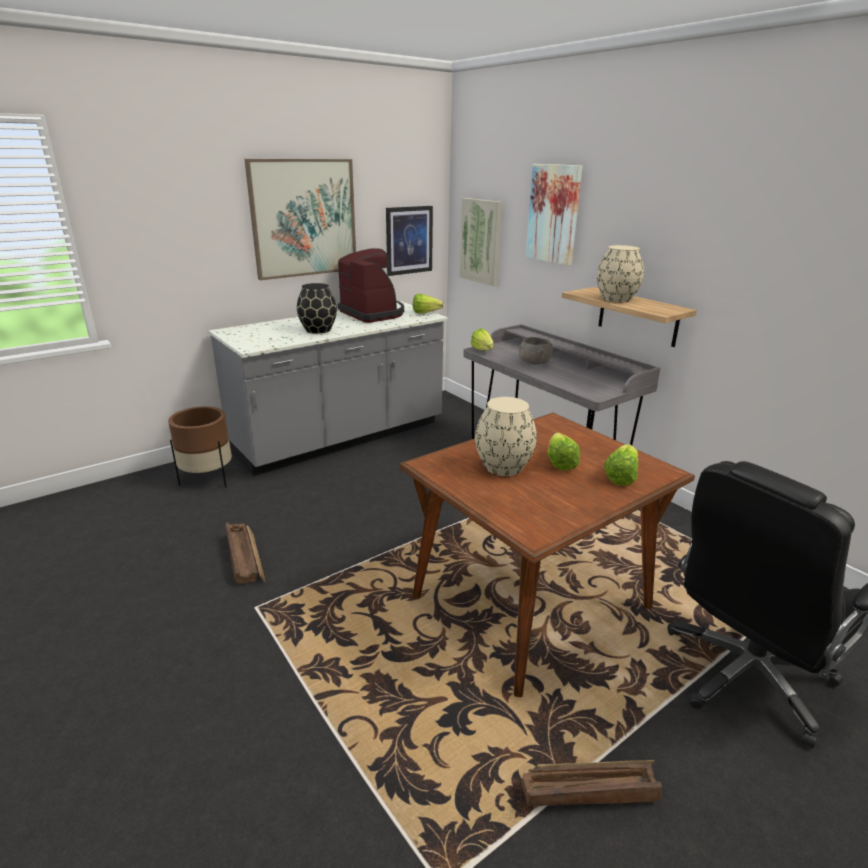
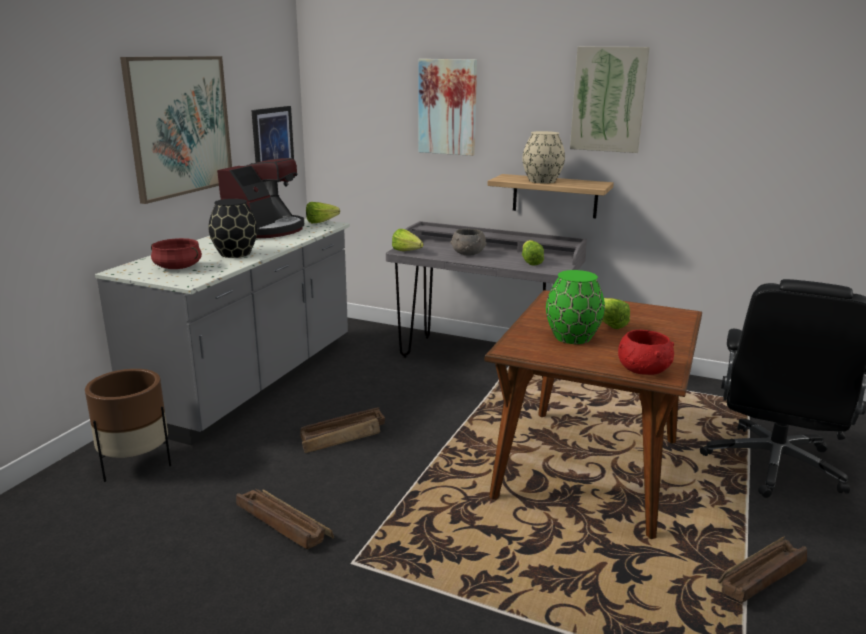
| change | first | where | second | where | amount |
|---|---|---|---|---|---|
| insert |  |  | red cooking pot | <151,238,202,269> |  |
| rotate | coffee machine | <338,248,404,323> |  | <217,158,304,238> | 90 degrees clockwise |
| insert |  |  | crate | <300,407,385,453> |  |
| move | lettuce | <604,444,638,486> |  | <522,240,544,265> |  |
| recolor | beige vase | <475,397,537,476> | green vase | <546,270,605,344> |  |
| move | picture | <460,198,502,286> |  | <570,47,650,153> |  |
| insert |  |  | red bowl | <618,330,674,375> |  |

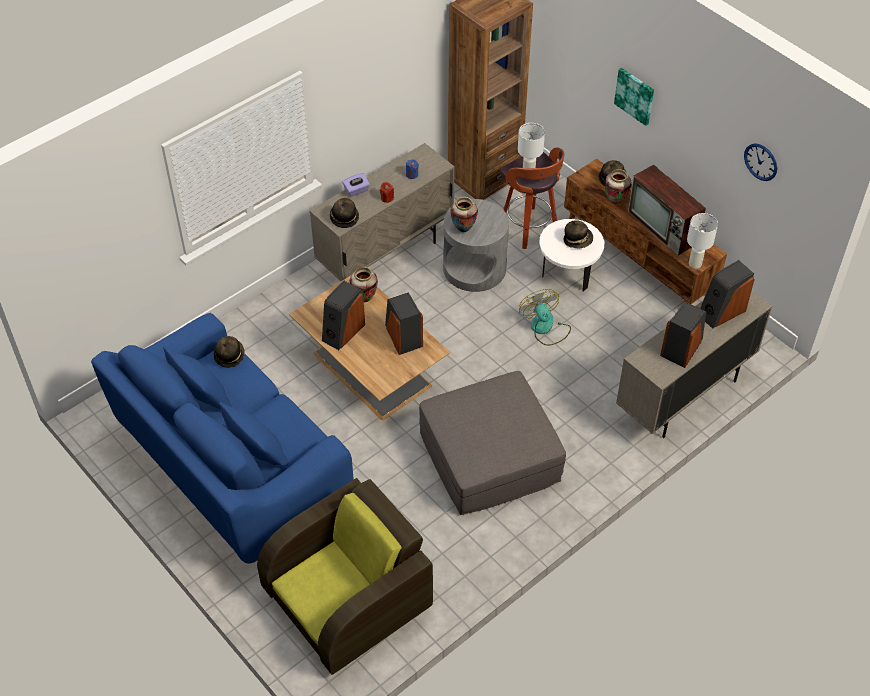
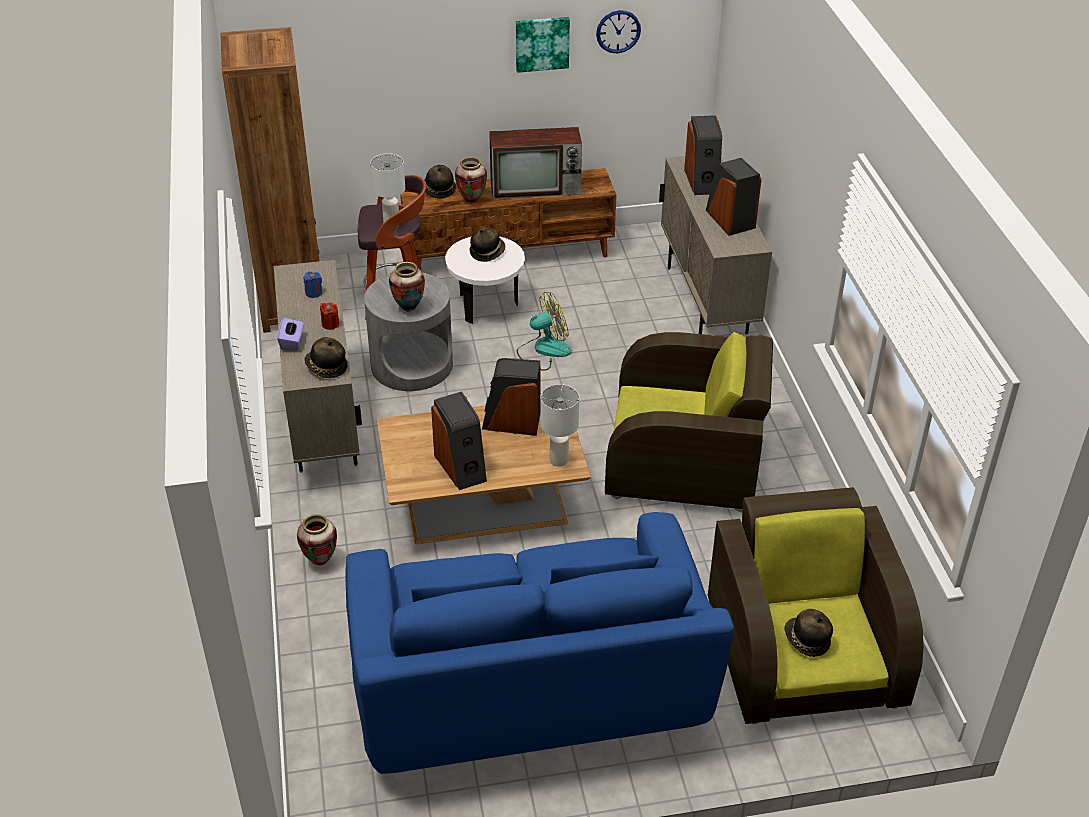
| change | first | where | second | where | amount |
|---|---|---|---|---|---|
| move | vase | <349,267,378,302> |  | <297,514,337,566> |  |
| move | picture | <614,68,654,126> |  | <516,17,570,73> |  |
| rotate | fan | <519,289,571,346> |  | <517,292,572,371> | 150 degrees clockwise |
| move | white table lamp | <687,213,718,269> |  | <540,384,579,466> |  |
| replace | grey ottoman | <419,371,566,515> | brown armchair | <605,332,773,512> |  |
| move | hat | <214,336,245,368> |  | <784,609,833,657> |  |

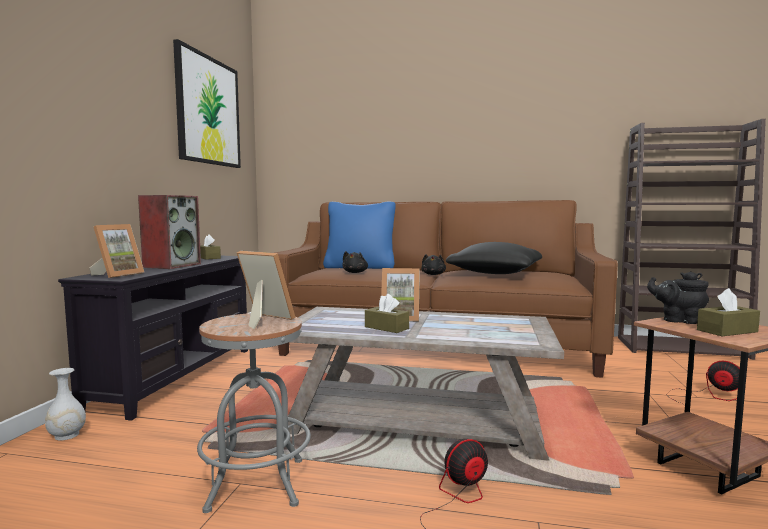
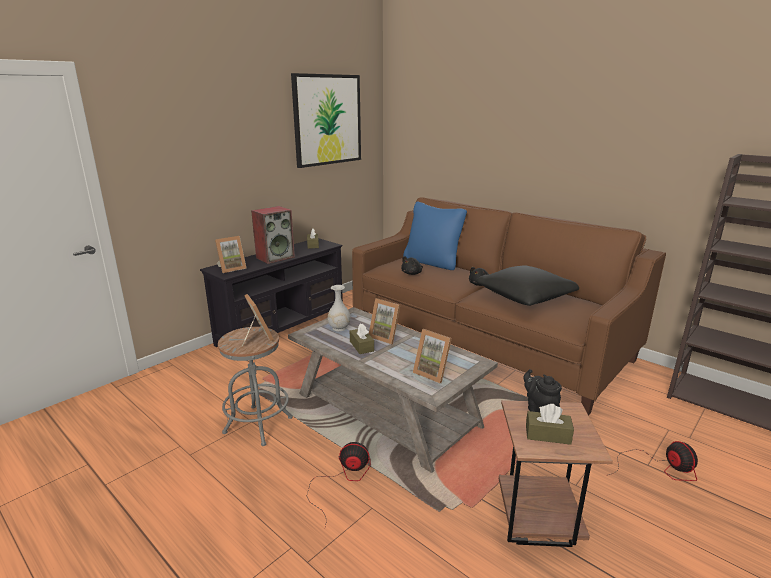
| change | first | where | second | where | amount |
|---|---|---|---|---|---|
| move | white vase | <45,368,86,441> |  | <328,285,350,332> |  |
| insert |  |  | picture frame | <413,329,452,384> |  |

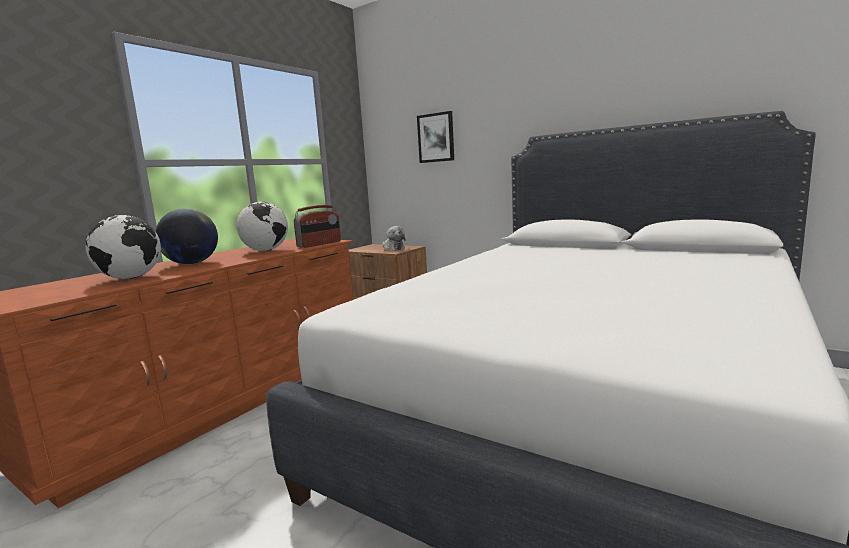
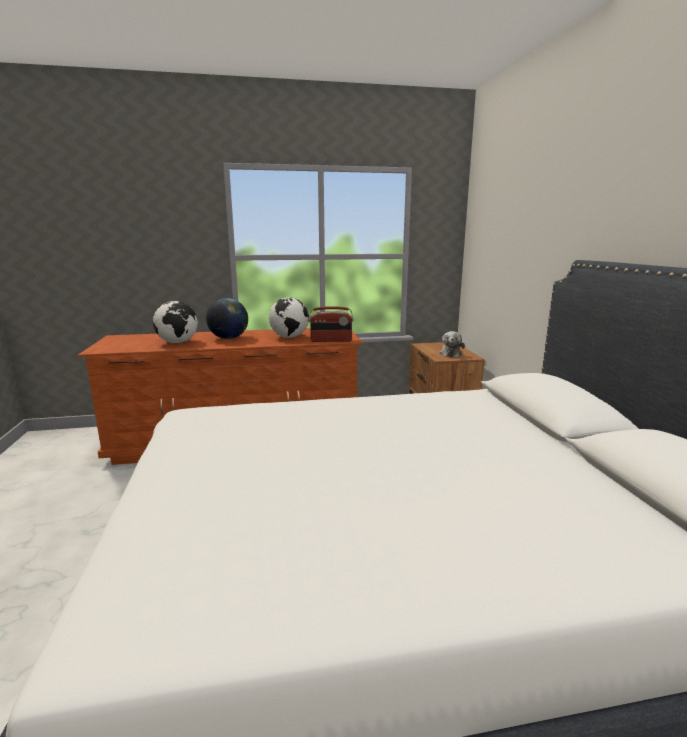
| change | first | where | second | where | amount |
|---|---|---|---|---|---|
| delete | picture | <417,111,454,163> |  |  |  |

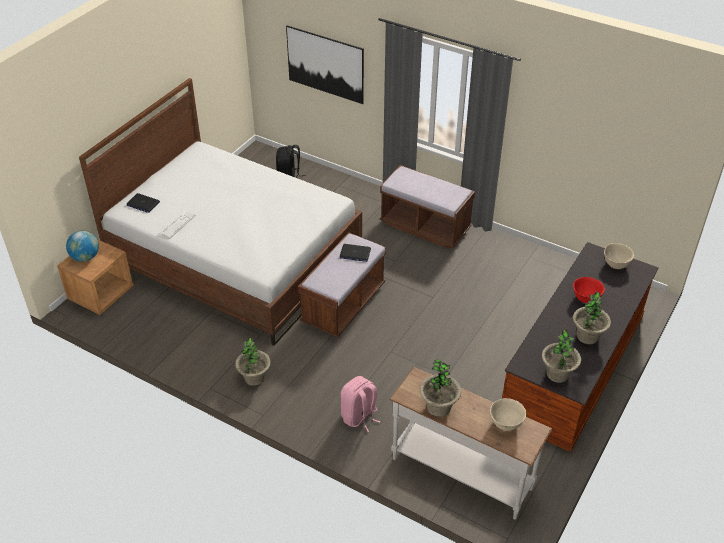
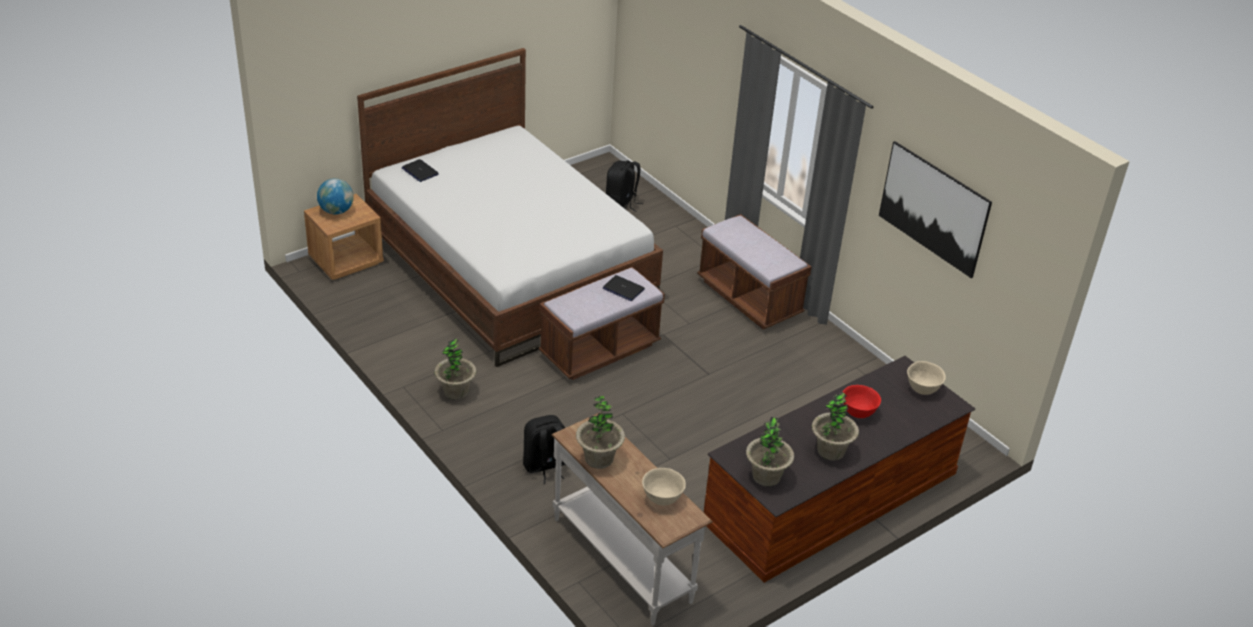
| change | first | where | second | where | amount |
|---|---|---|---|---|---|
| recolor | pink backpack | <340,376,381,432> | black backpack | <523,415,566,484> |  |
| move | picture | <286,25,364,104> |  | <879,141,992,278> |  |
| delete | keyboard | <159,210,196,239> |  |  |  |

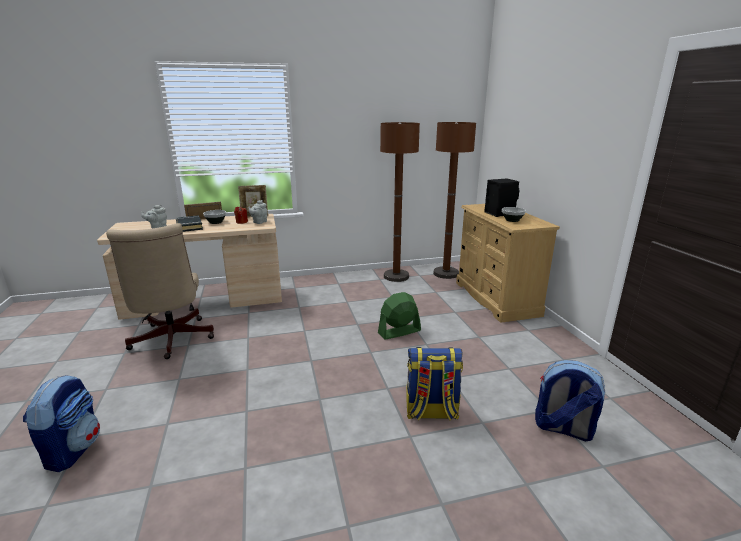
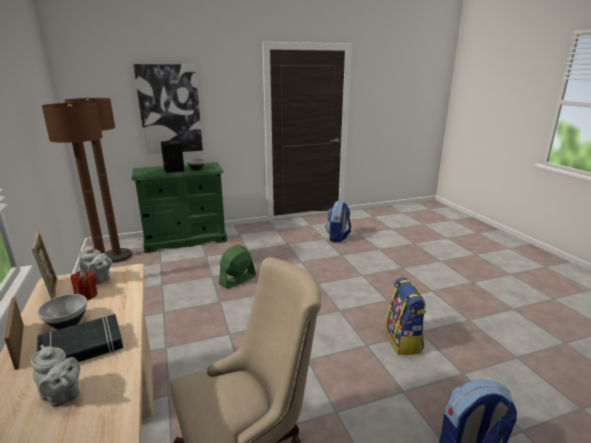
| change | first | where | second | where | amount |
|---|---|---|---|---|---|
| recolor | beige dresser | <456,204,560,323> | green dresser | <132,162,227,253> |  |
| insert |  |  | picture | <133,64,203,154> |  |
| rotate | green fan | <378,292,421,340> |  | <219,245,256,289> | 75 degrees clockwise |
| move | backpack | <406,347,463,421> |  | <386,277,426,355> |  |

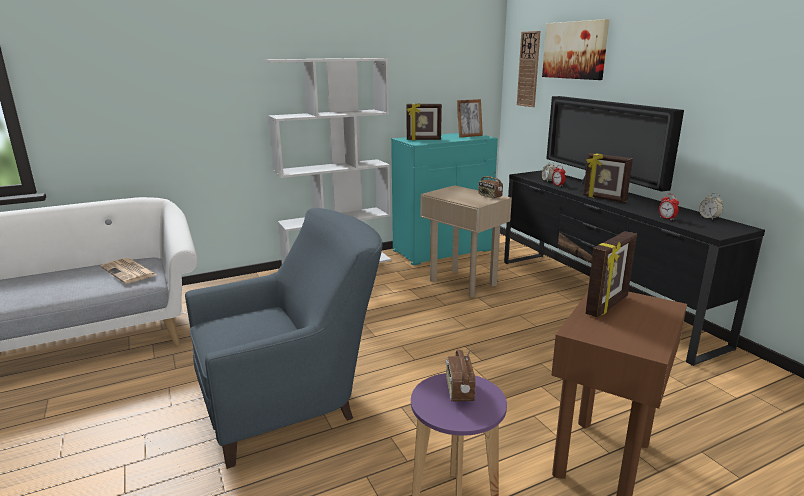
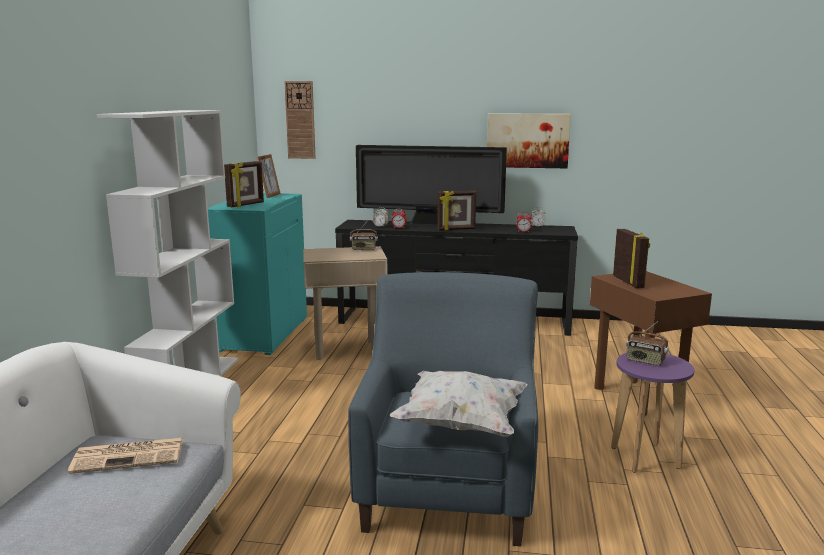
| change | first | where | second | where | amount |
|---|---|---|---|---|---|
| insert |  |  | white pillow | <390,371,527,437> |  |
| move | picture | <542,19,610,80> |  | <487,113,571,168> |  |

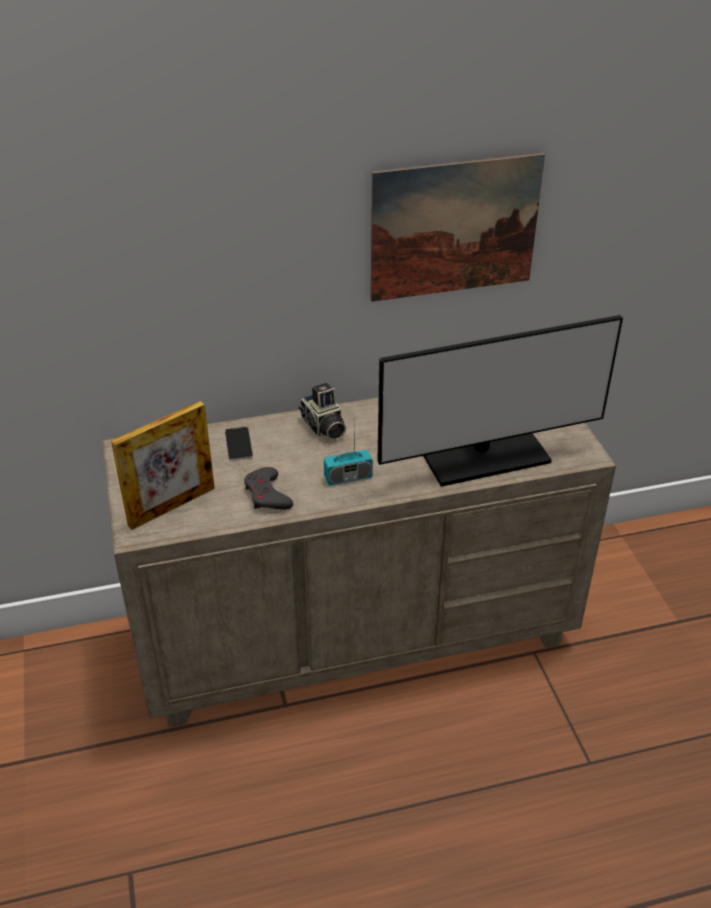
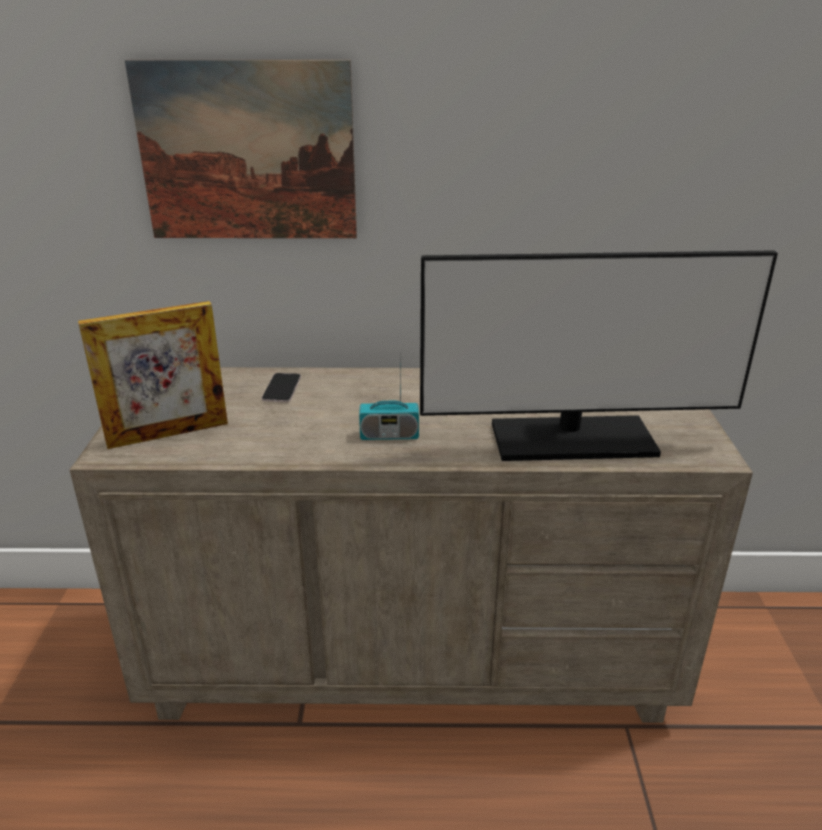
| change | first | where | second | where | amount |
|---|---|---|---|---|---|
| move | picture | <370,153,545,302> |  | <125,60,357,238> |  |
| delete | grey game controller | <244,467,293,510> |  |  |  |
| delete | photo camera | <299,383,346,440> |  |  |  |

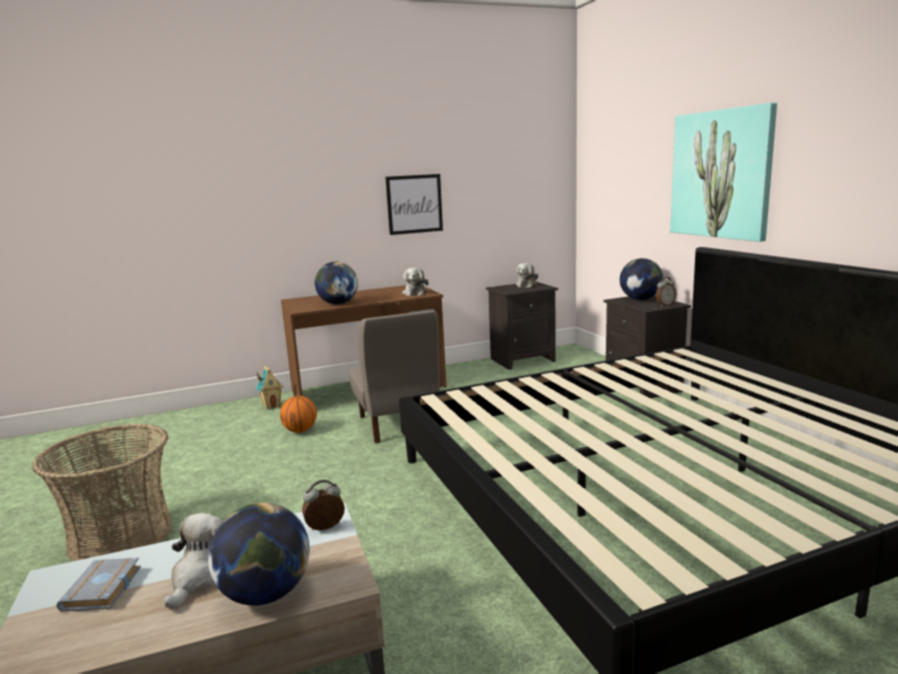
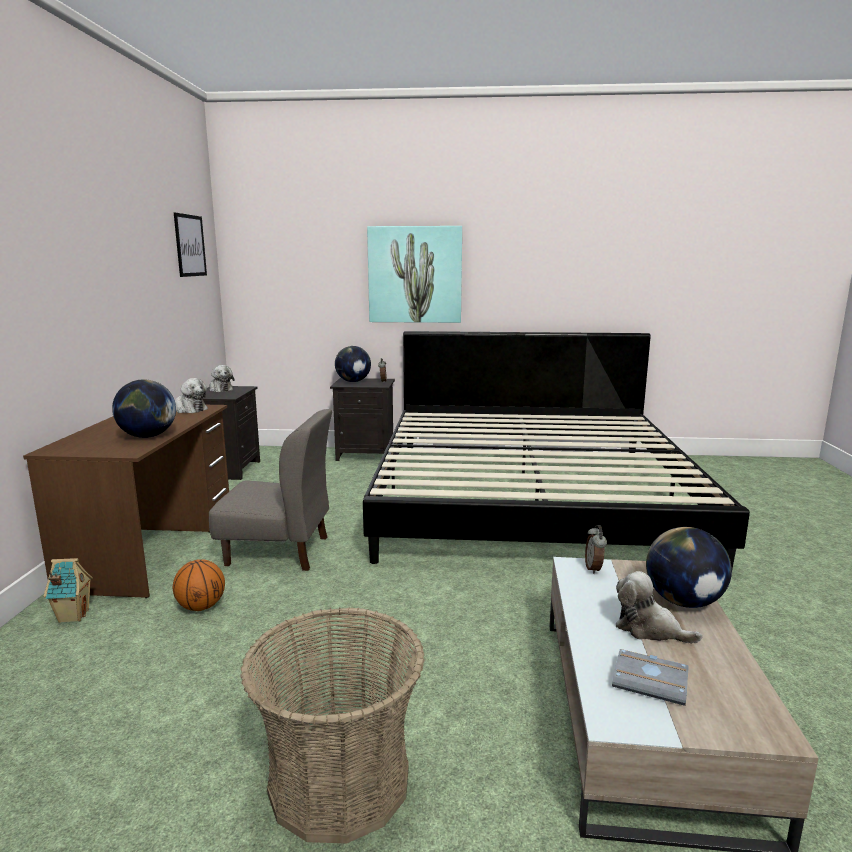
| change | first | where | second | where | amount |
|---|---|---|---|---|---|
| move | picture | <386,174,443,235> |  | <174,213,207,277> |  |

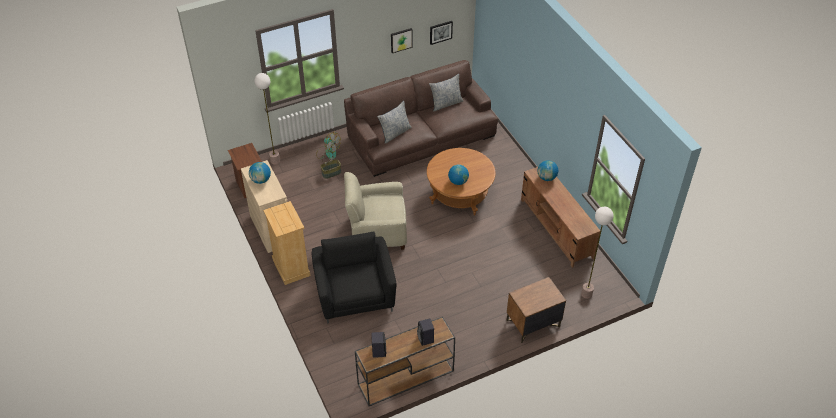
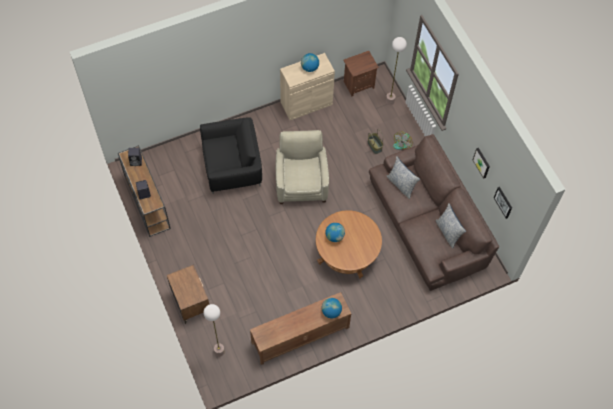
| change | first | where | second | where | amount |
|---|---|---|---|---|---|
| delete | beige dresser | <263,201,310,285> |  |  |  |

